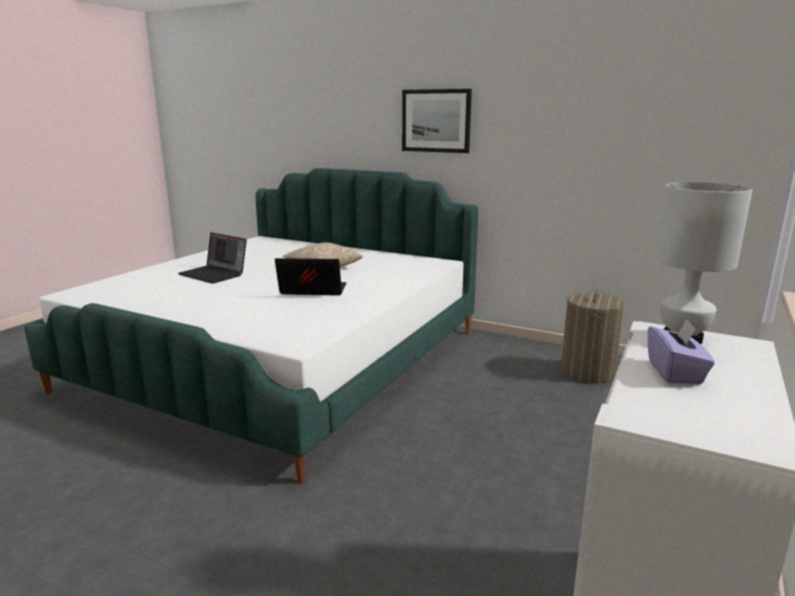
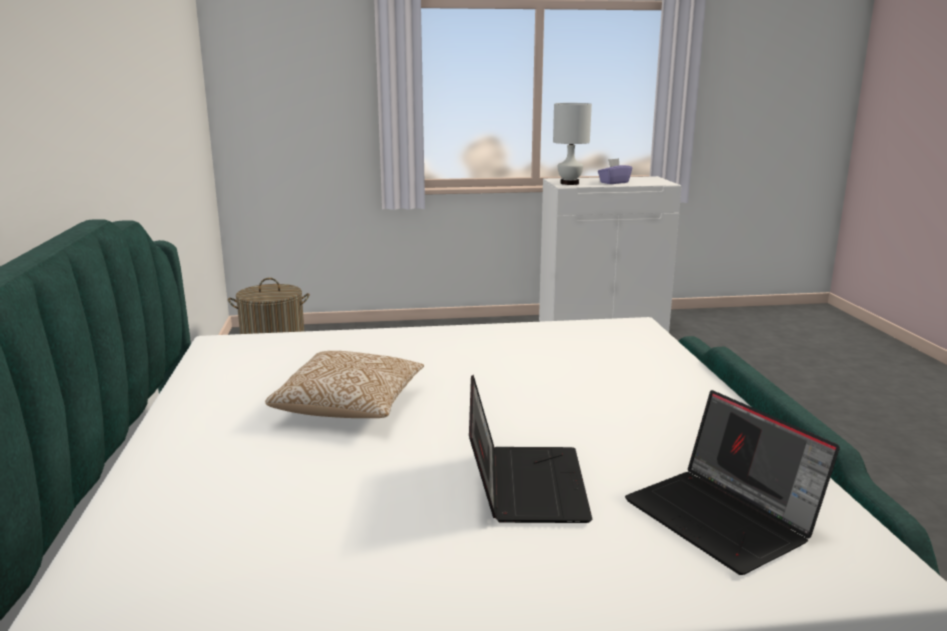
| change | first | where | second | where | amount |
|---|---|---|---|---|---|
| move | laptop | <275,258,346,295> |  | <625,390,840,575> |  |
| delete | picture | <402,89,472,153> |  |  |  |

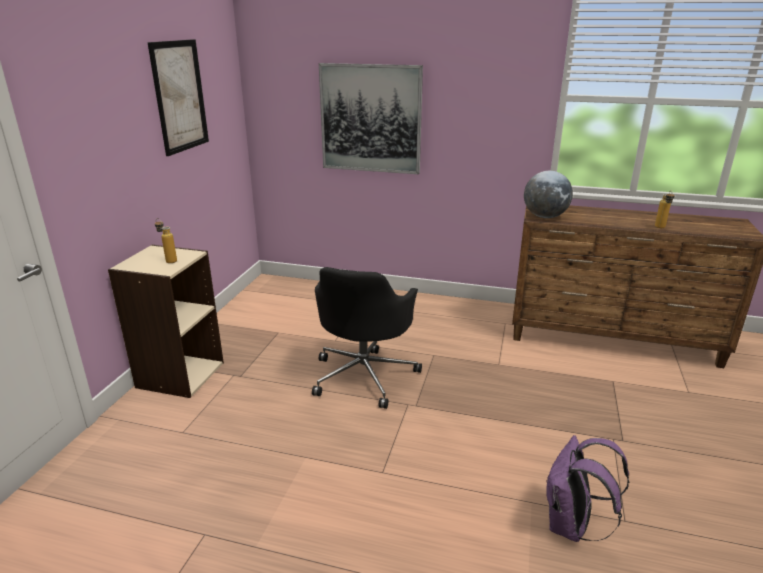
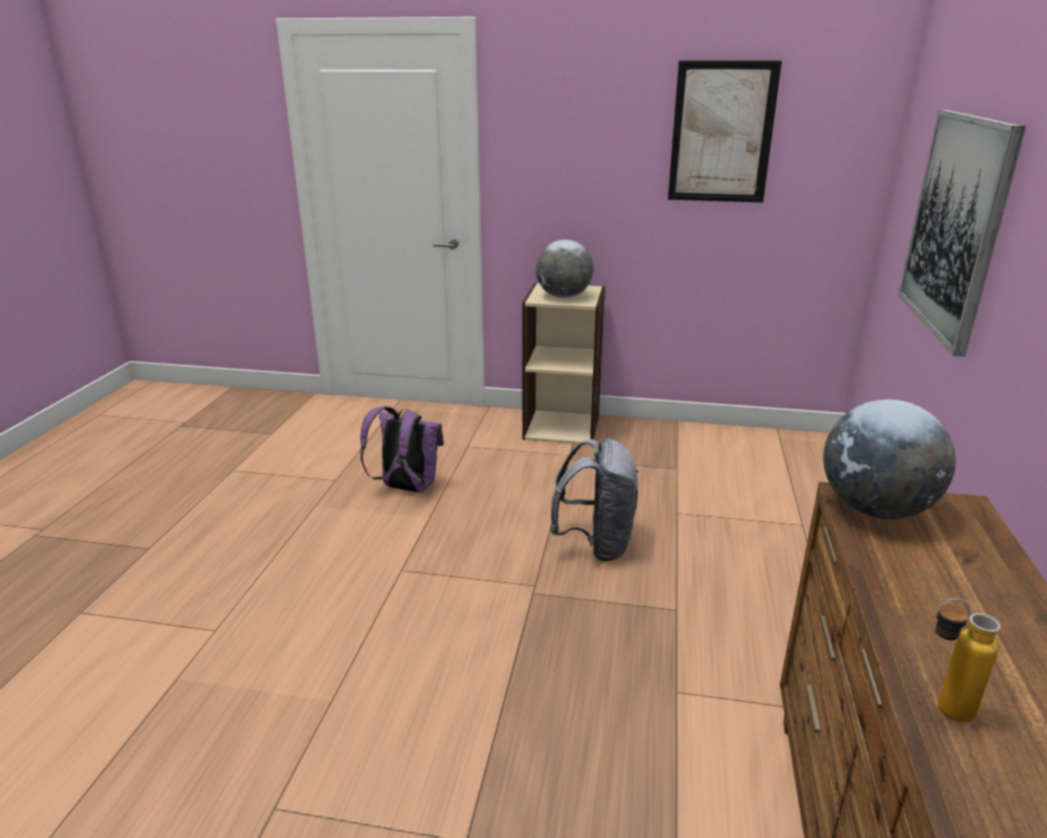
| change | first | where | second | where | amount |
|---|---|---|---|---|---|
| move | purple backpack | <546,435,629,542> |  | <360,406,444,493> |  |
| replace | bottle | <155,218,177,263> | globe | <536,240,593,298> |  |
| replace | black office chair | <312,267,422,409> | grey backpack | <550,438,639,562> |  |

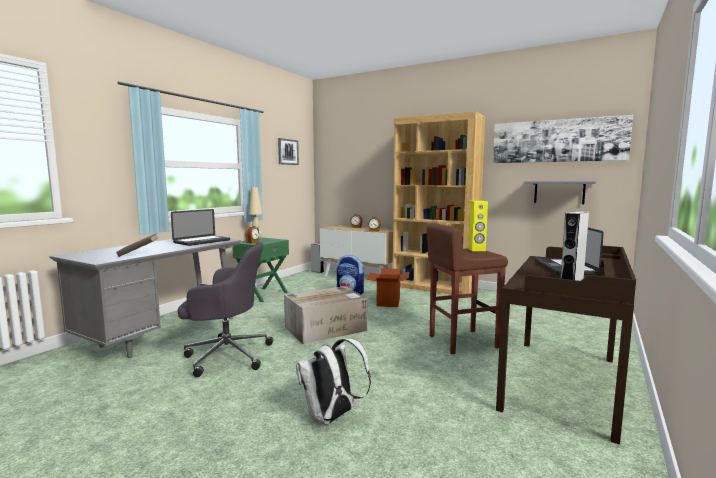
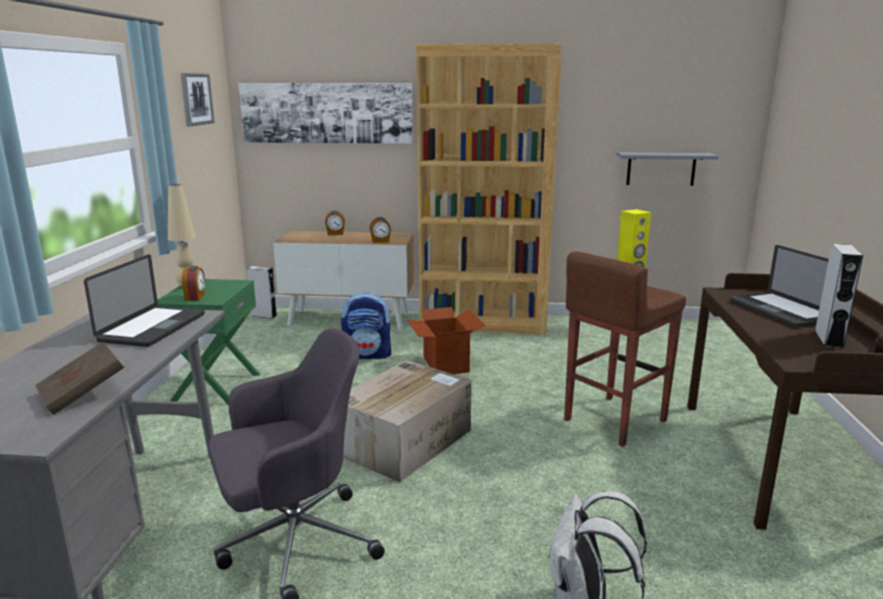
| change | first | where | second | where | amount |
|---|---|---|---|---|---|
| move | picture | <493,115,633,163> |  | <238,83,412,144> |  |

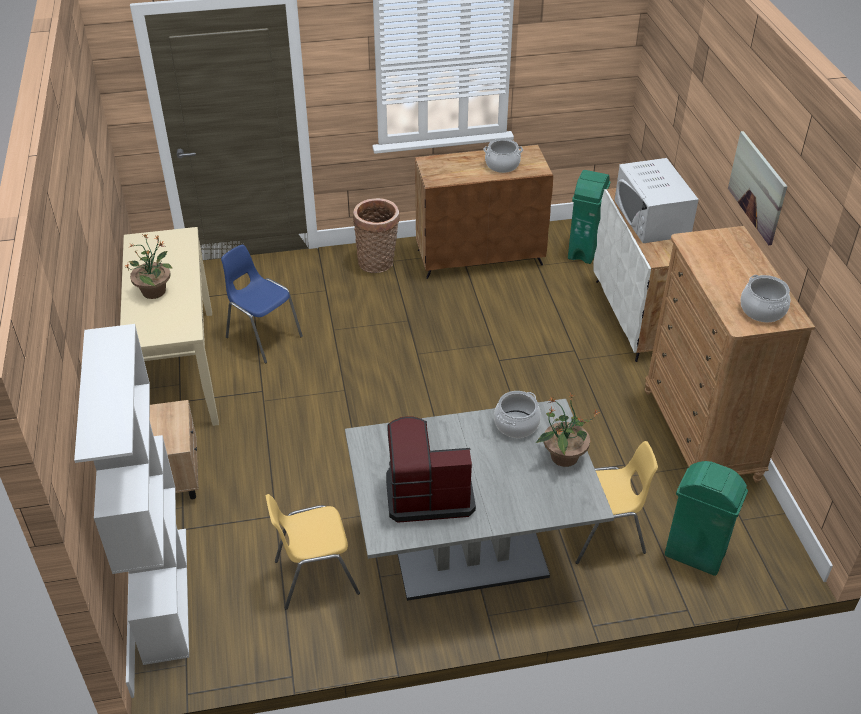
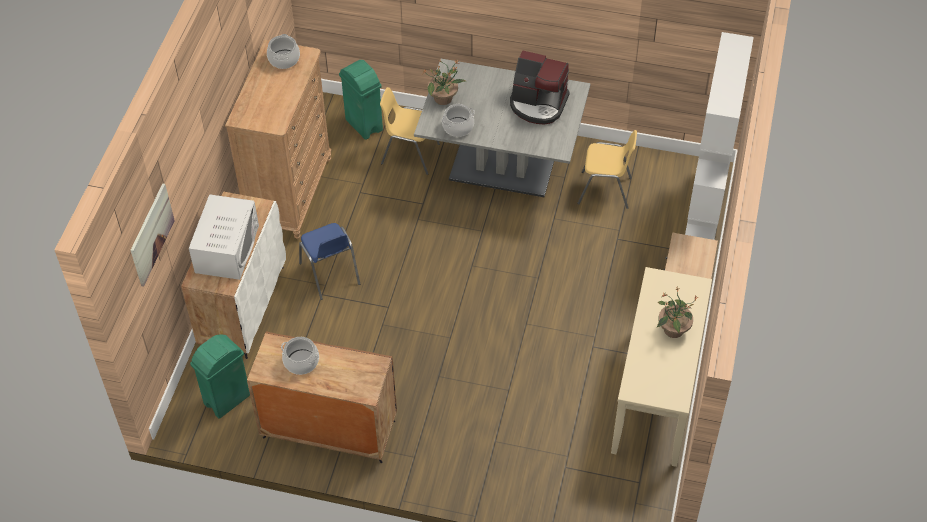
| change | first | where | second | where | amount |
|---|---|---|---|---|---|
| move | picture | <728,131,787,245> |  | <130,183,175,287> |  |
| move | blue chair | <221,245,303,363> |  | <299,223,360,300> |  |
| delete | basket | <353,198,400,273> |  |  |  |

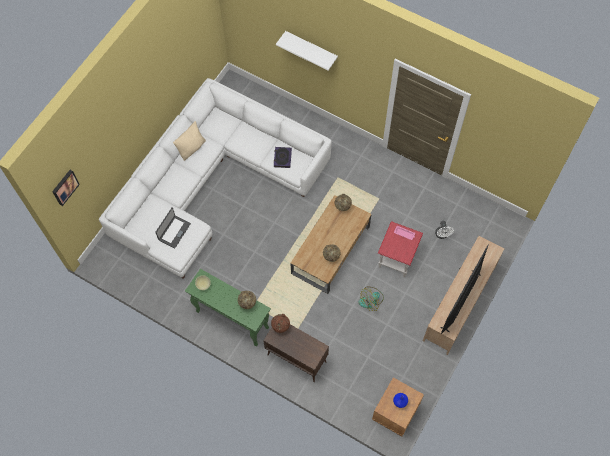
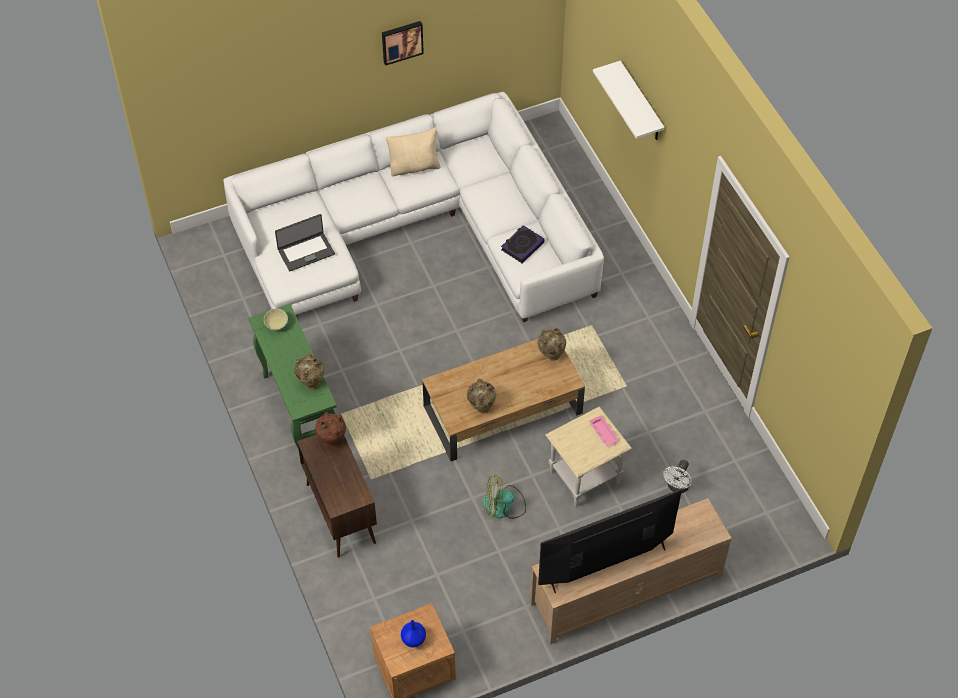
| change | first | where | second | where | amount |
|---|---|---|---|---|---|
| move | picture | <52,170,80,206> |  | <382,21,424,66> |  |
| recolor | red side table | <378,221,423,277> | beige side table | <545,406,632,507> |  |

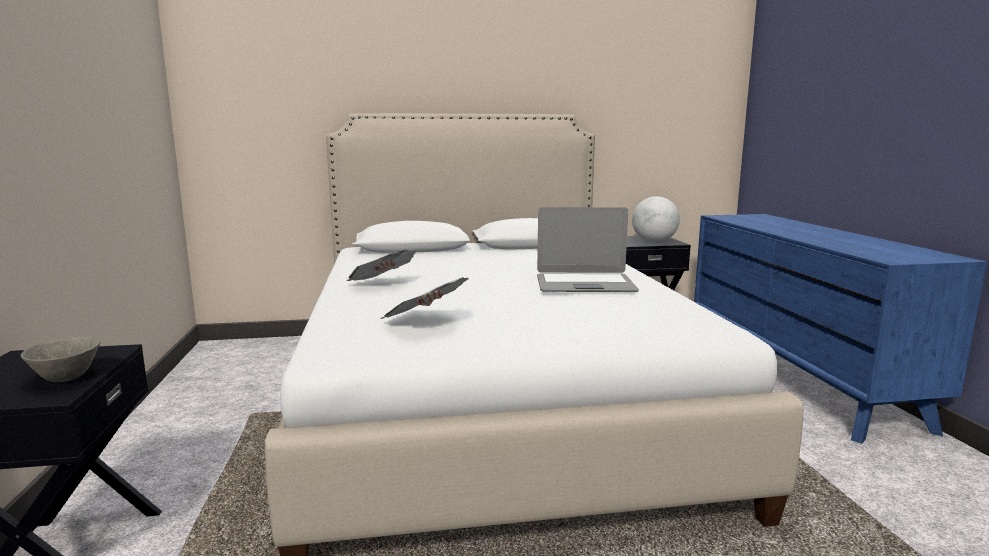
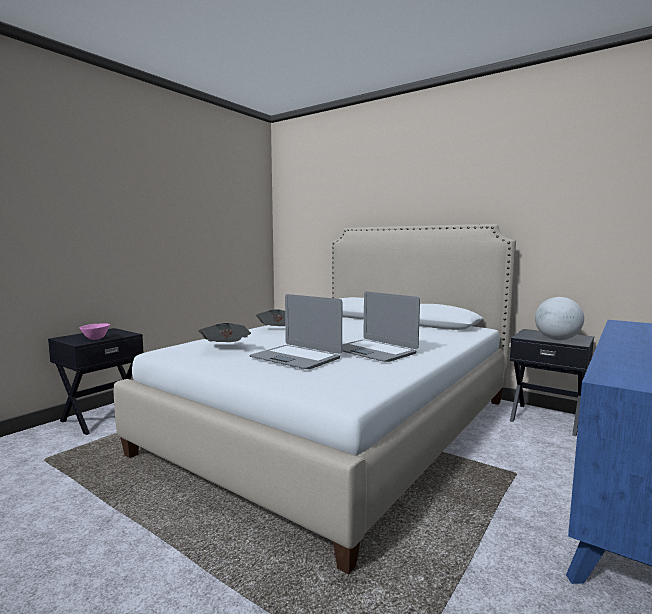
| change | first | where | second | where | amount |
|---|---|---|---|---|---|
| recolor | grey bowl | <21,336,101,382> | pink bowl | <80,323,110,340> |  |
| insert |  |  | laptop | <249,294,342,369> |  |

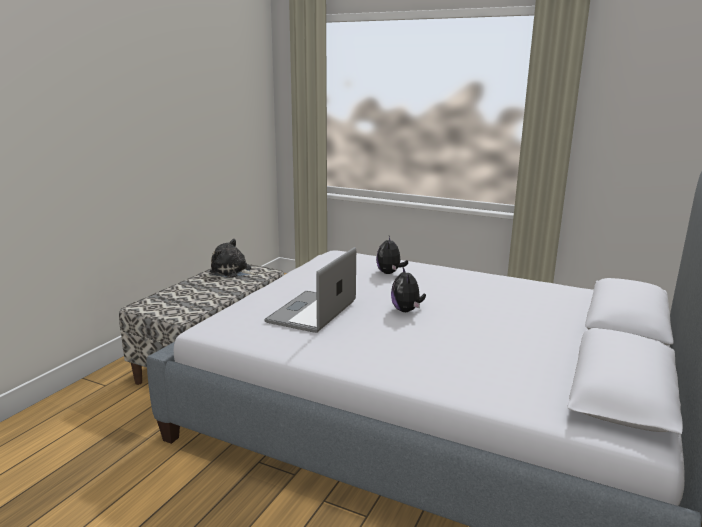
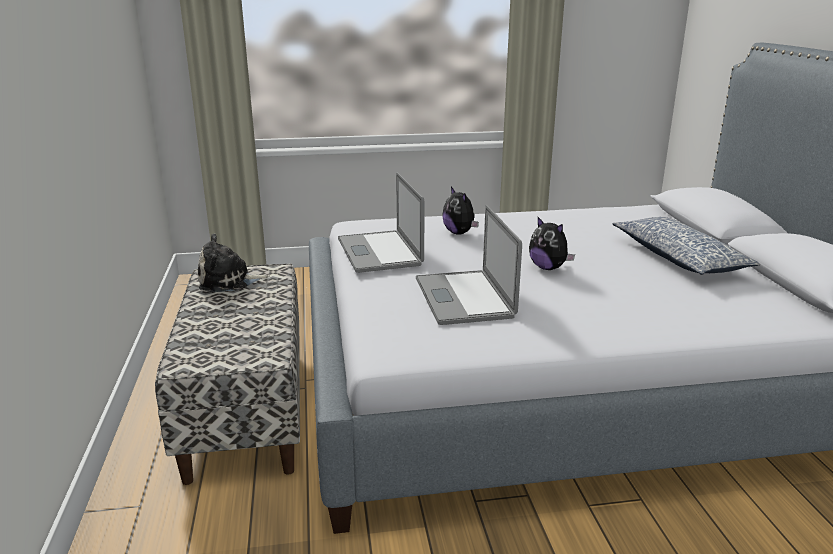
| change | first | where | second | where | amount |
|---|---|---|---|---|---|
| insert |  |  | laptop | <338,172,425,273> |  |
| insert |  |  | pillow | <613,217,760,275> |  |

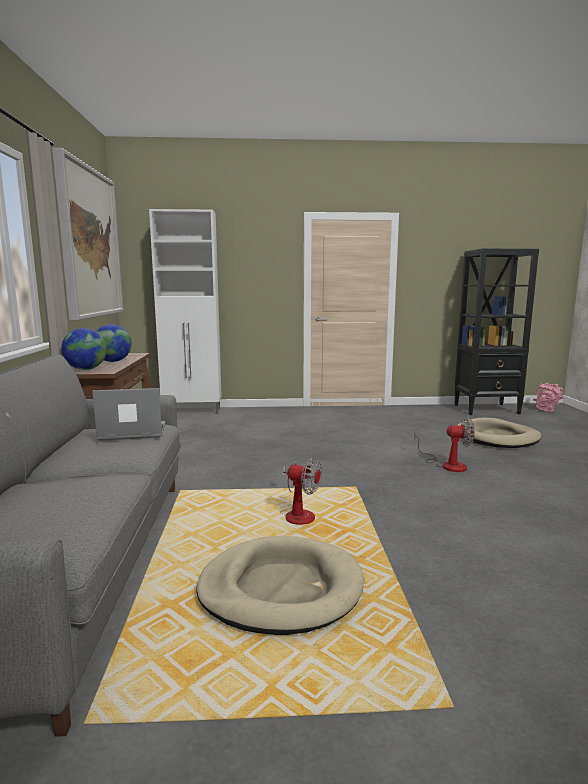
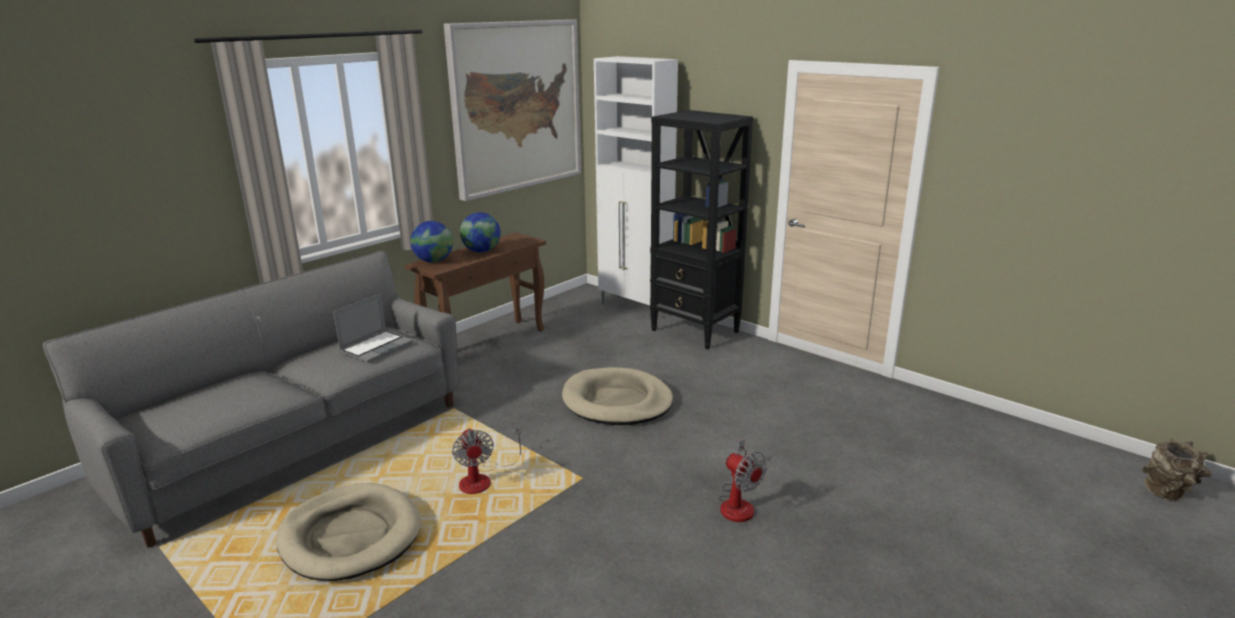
| change | first | where | second | where | amount |
|---|---|---|---|---|---|
| rotate | laptop | <92,388,165,441> |  | <333,293,413,363> | 90 degrees clockwise |
| move | beige dog bed | <458,418,542,448> |  | <562,367,673,425> |  |
| move | black bookcase | <455,249,539,415> |  | <650,110,753,349> |  |
| recolor | pink vase | <533,383,564,412> | brown vase | <1142,438,1212,501> |  |

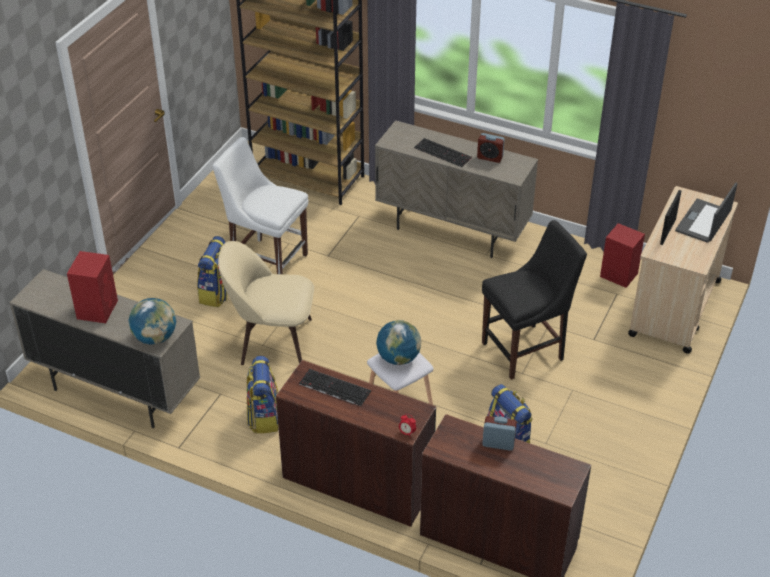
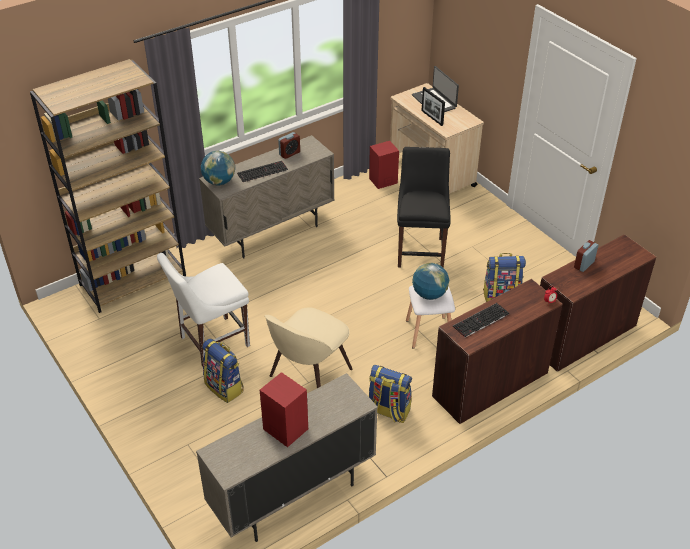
| change | first | where | second | where | amount |
|---|---|---|---|---|---|
| move | globe | <128,298,176,345> |  | <201,151,235,185> |  |

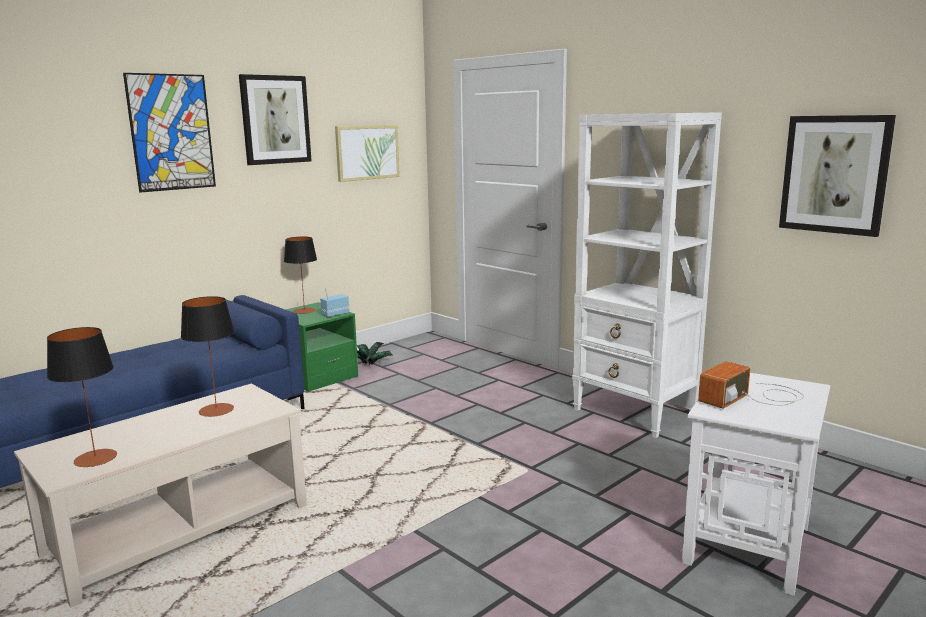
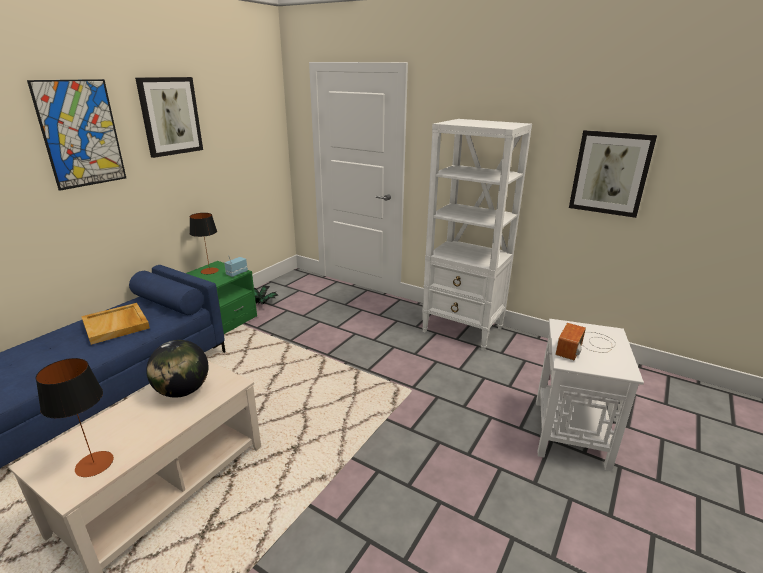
| change | first | where | second | where | amount |
|---|---|---|---|---|---|
| insert |  |  | beige tray | <81,303,150,345> |  |
| replace | table lamp | <181,296,234,417> | globe | <146,340,209,398> |  |
| delete | picture | <335,125,400,182> |  |  |  |

